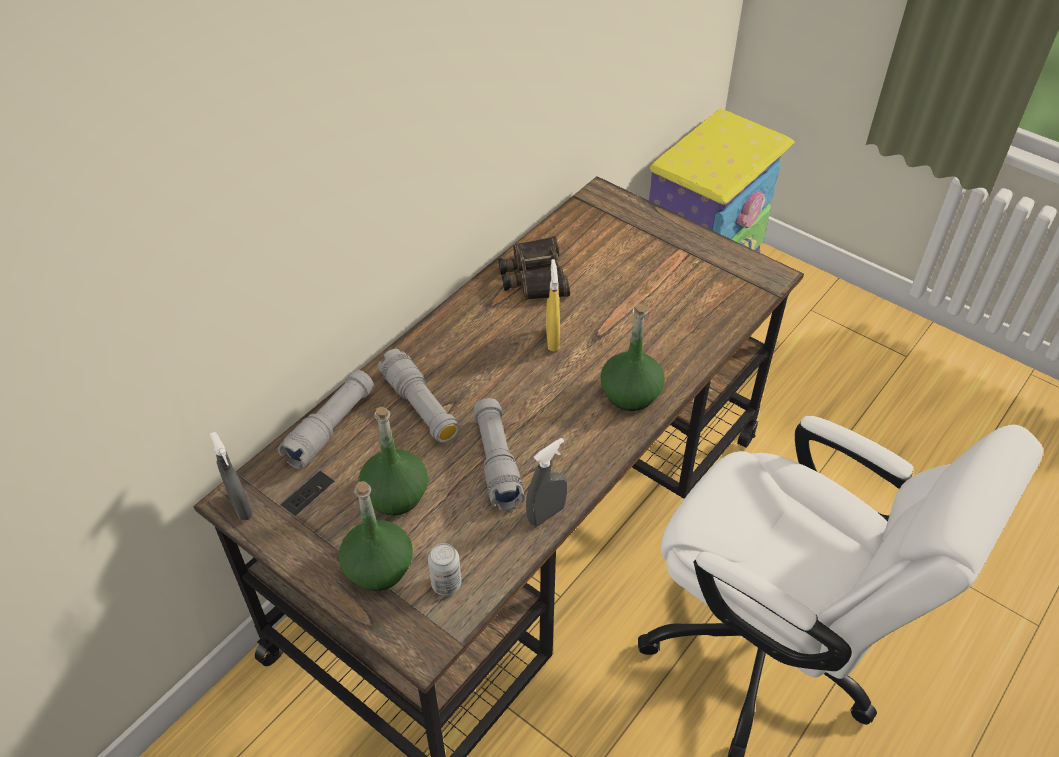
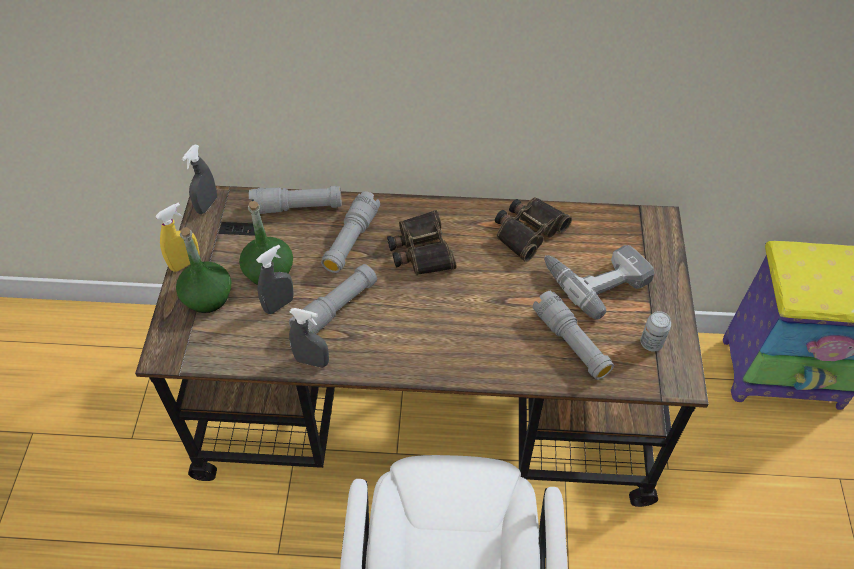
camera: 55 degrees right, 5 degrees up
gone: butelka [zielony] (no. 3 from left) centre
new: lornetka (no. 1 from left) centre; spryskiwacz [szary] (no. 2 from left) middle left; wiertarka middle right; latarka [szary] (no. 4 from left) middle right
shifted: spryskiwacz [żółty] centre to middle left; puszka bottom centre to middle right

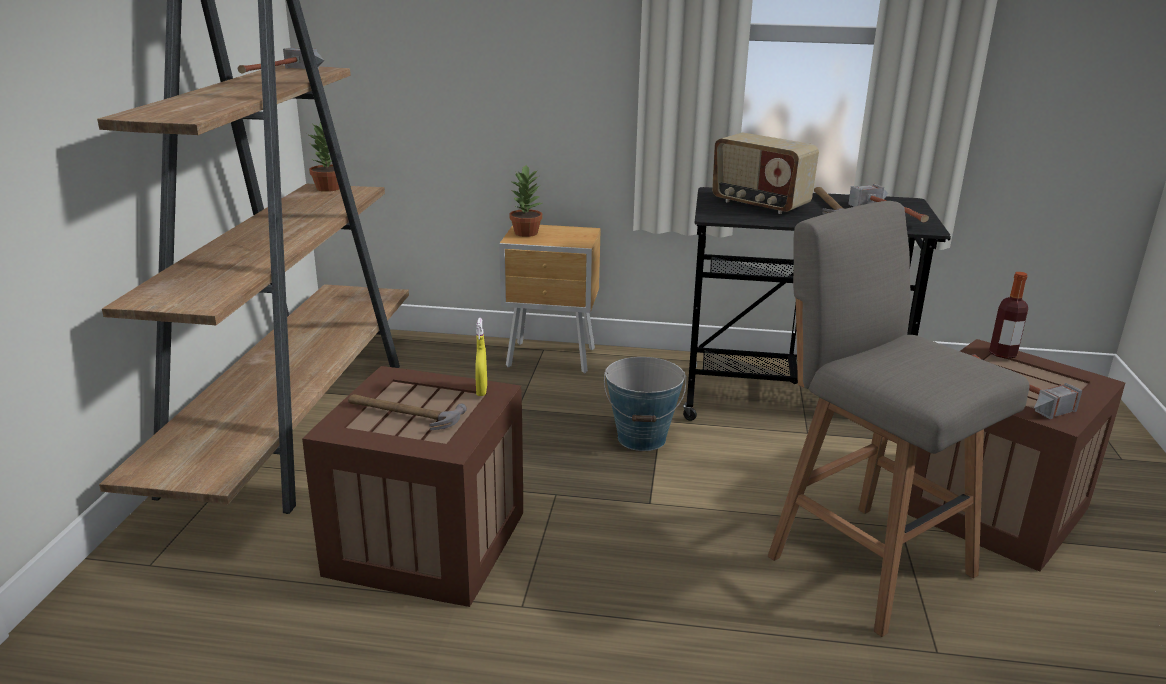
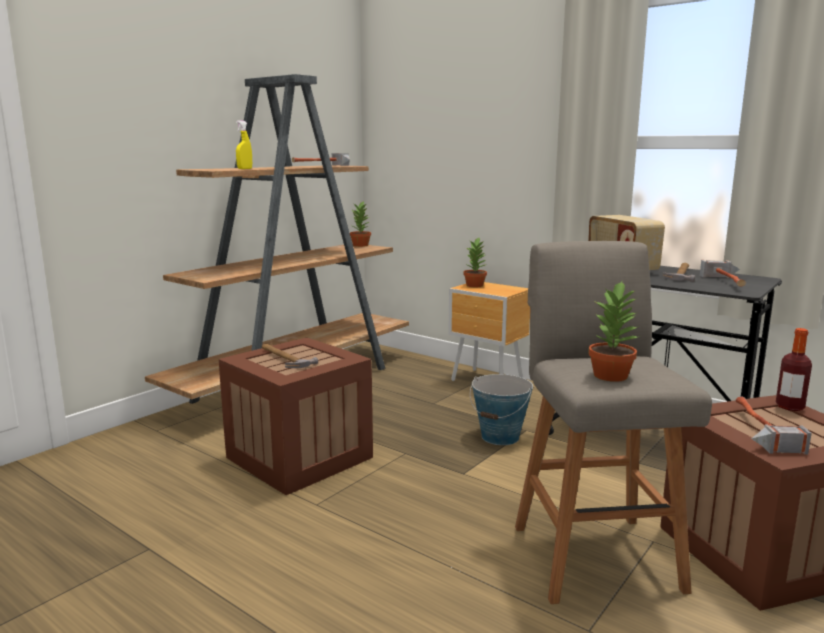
camera: 30 degrees right, 10 degrees down
new: roślina doniczkowa (no. 3 from left) middle right
shifted: spryskiwacz [żółty] centre to top left

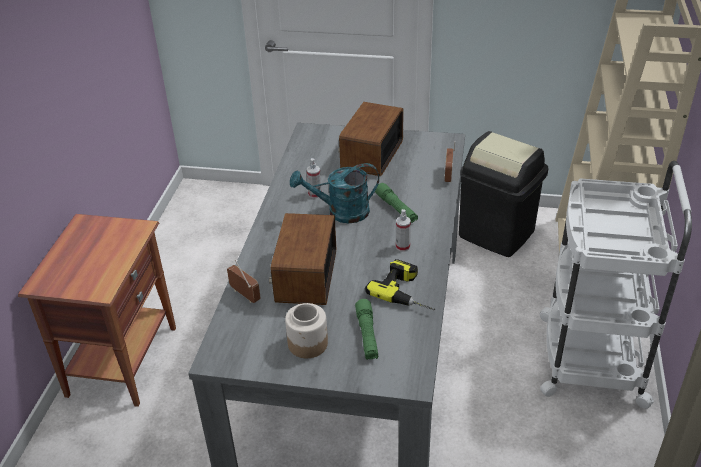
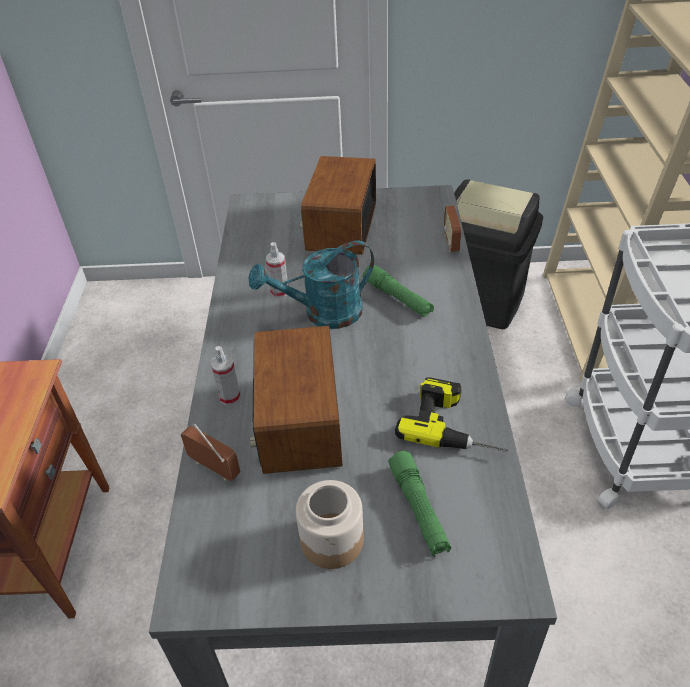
camera: 10 degrees left, 5 degrees up
shifted: spryskiwacz (no. 2 from left in the first image) centre to spryskiwacz (no. 1 from left) middle left

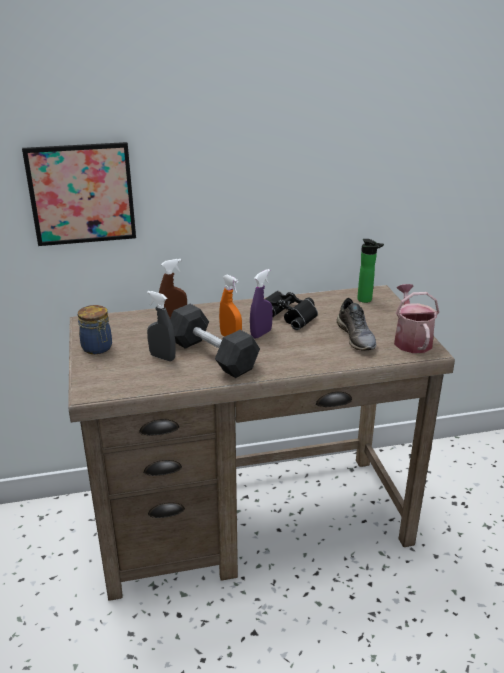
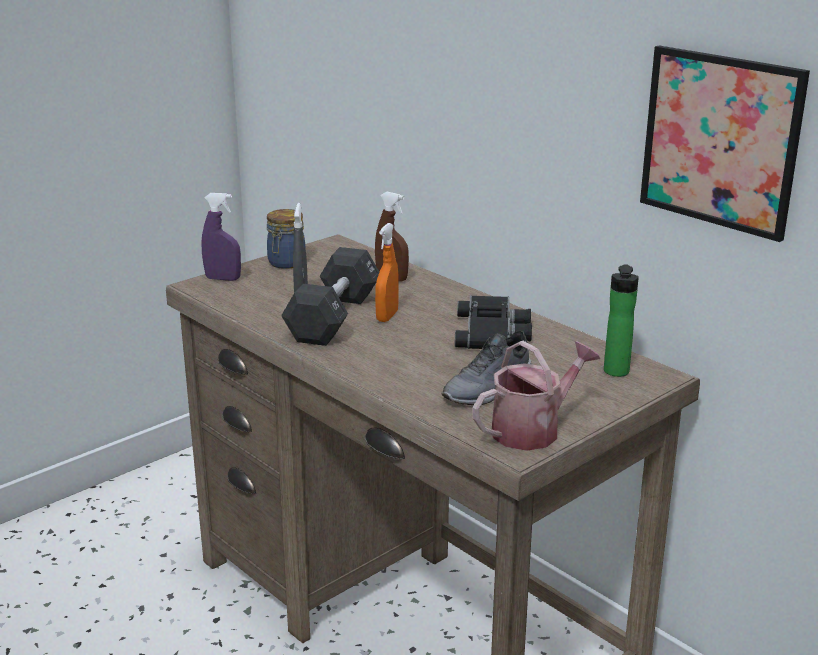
camera: 60 degrees right, 5 degrees down
shifted: obraz top left to top right; spryskiwacz [fioletowy] centre to middle left

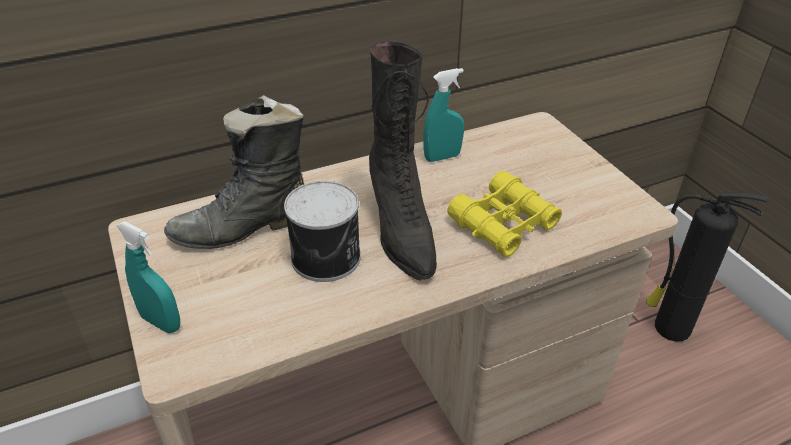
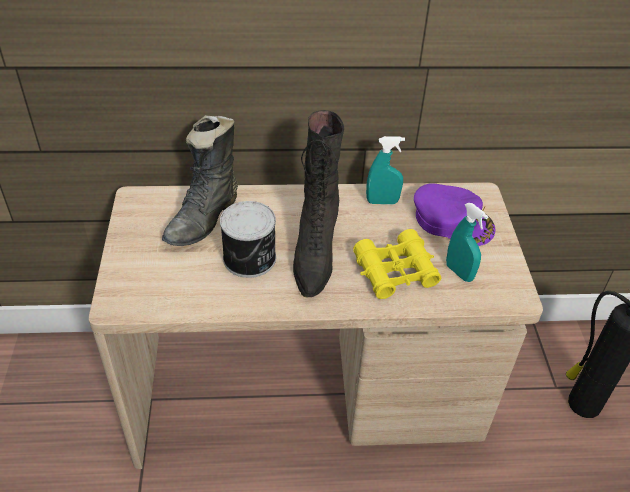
camera: 20 degrees right, 5 degrees up
new: czapka z daszkiem [fioletowy] middle right
shifted: spryskiwacz [turkusowy] (no. 1 from left in the first image) middle left to spryskiwacz [turkusowy] (no. 2 from left) middle right
rotated: but z cholewką [czarny] (no. 1 from left) middle left = middle left 60 degrees counterclockwise

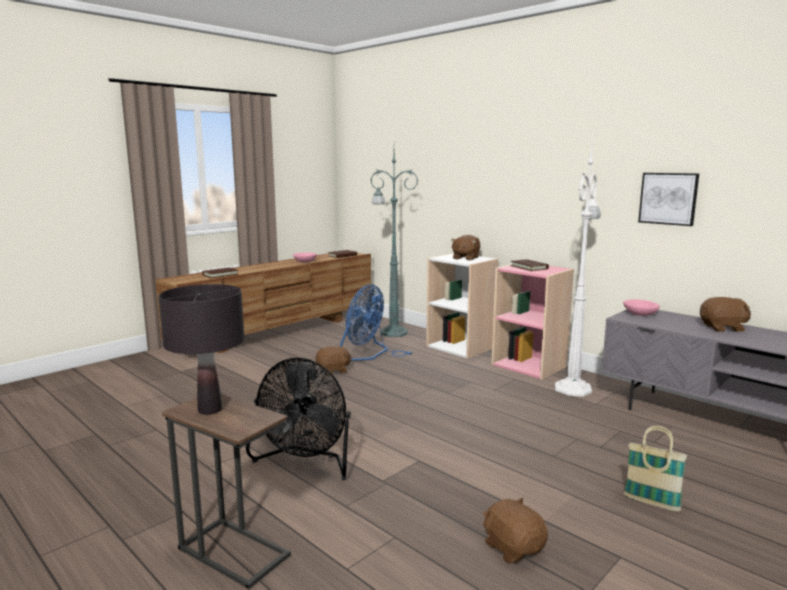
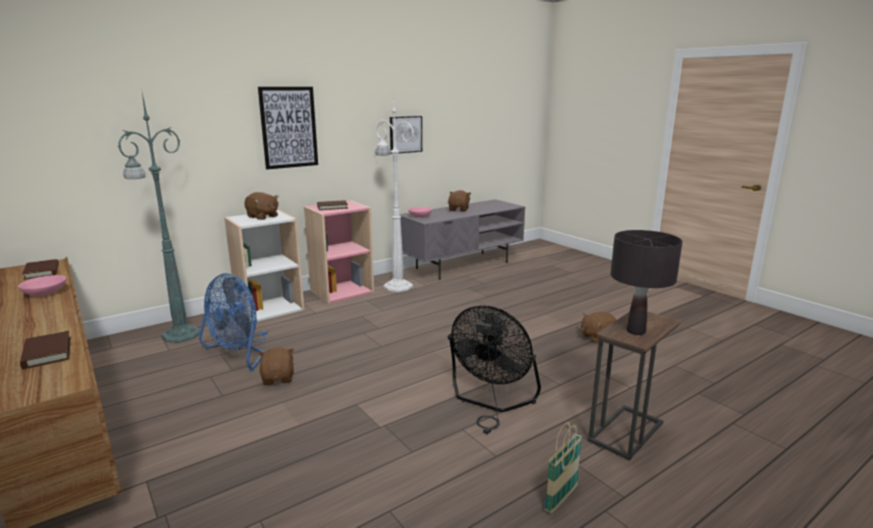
camera: 80 degrees left, 5 degrees up
new: obraz (no. 1 from left) top left
shifted: koszyk bottom right to bottom centre
rotated: wentylator [czarny] bottom centre = bottom centre 90 degrees counterclockwise

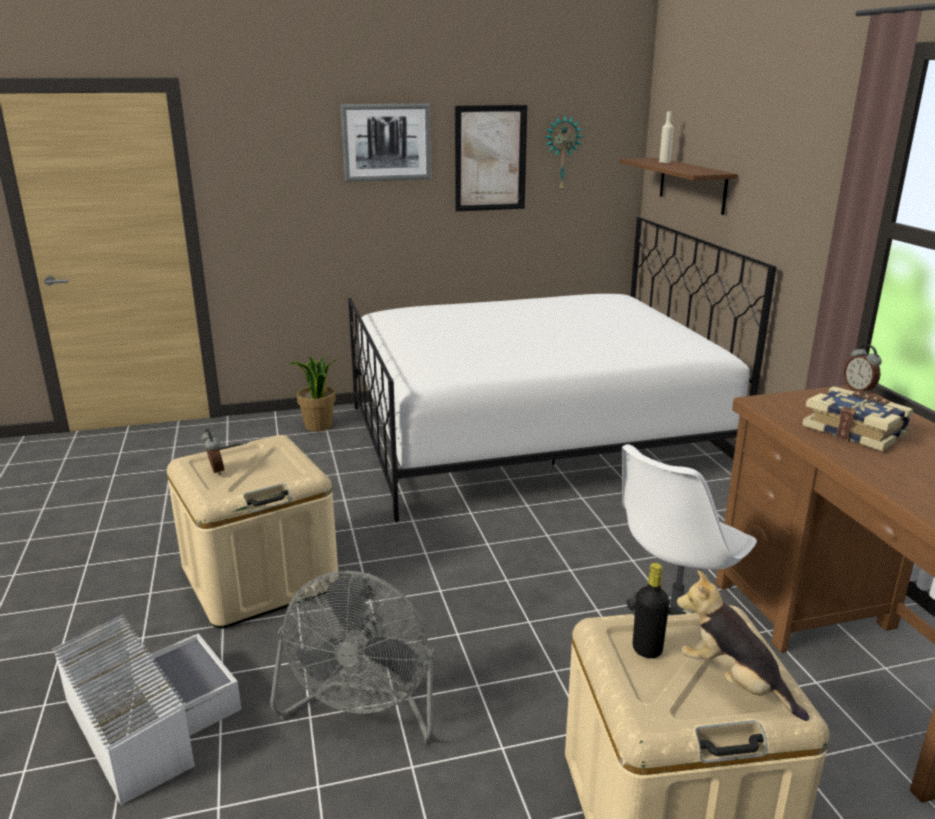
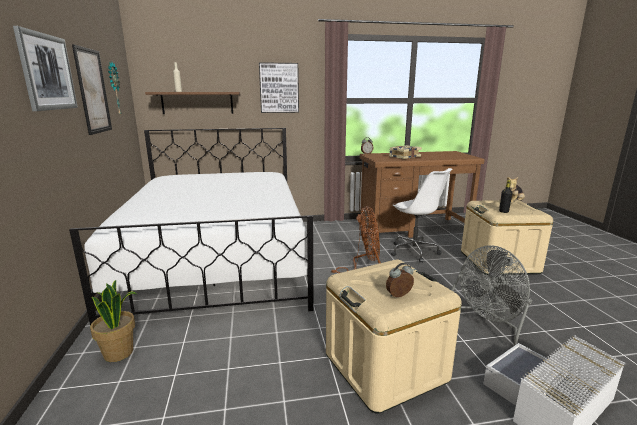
camera: 85 degrees left, 5 degrees down
new: obraz (no. 3 from left) top centre; wentylator [brązowy] centre
rotated: wentylator [szary] bottom centre = bottom right 135 degrees clockwise

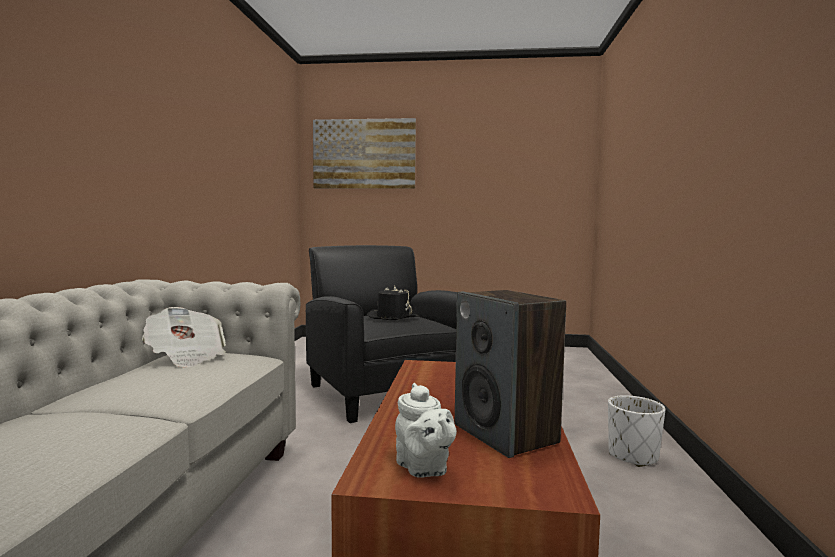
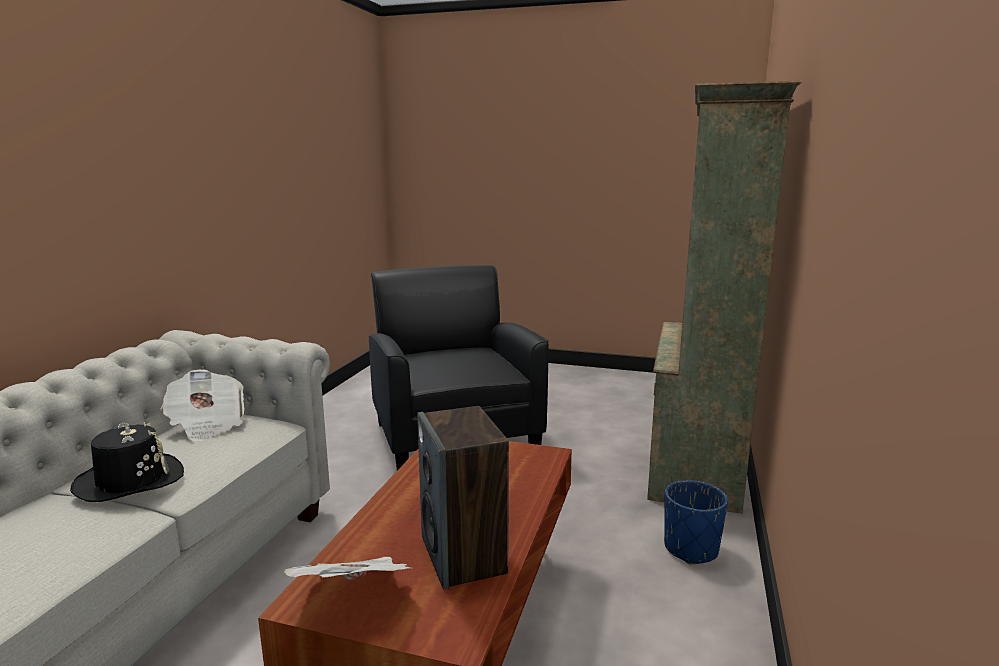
camera: 10 degrees right, 10 degrees up
gone: obraz top centre
new: regał [zielony] middle right
shifted: kapelusz [czarny] centre to bottom left
swapped: imbryk [biały] bottom centre to gazeta (no. 2 from left) bottom centre
repainted: donica [biały] bottom right to donica [niebieski] bottom right

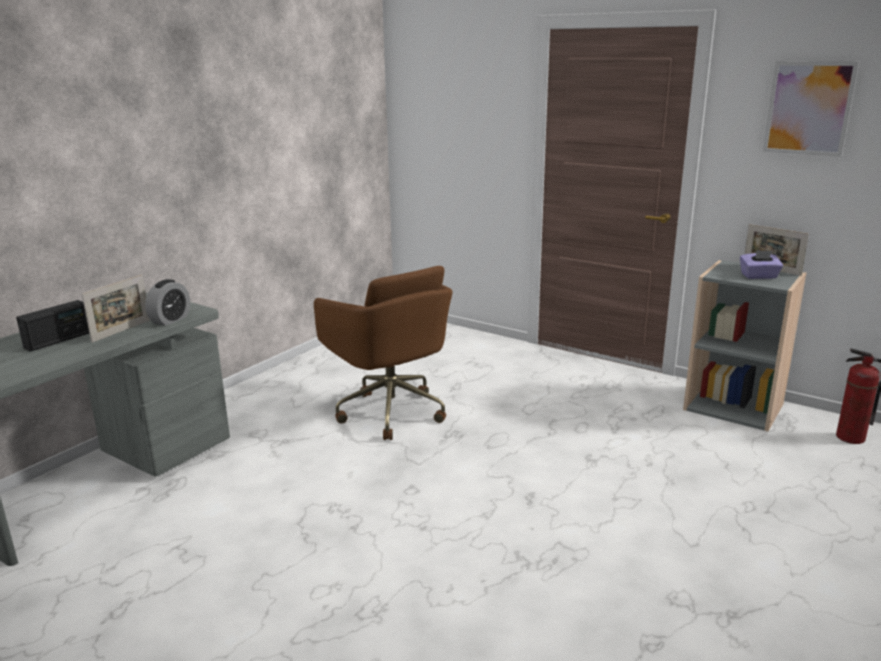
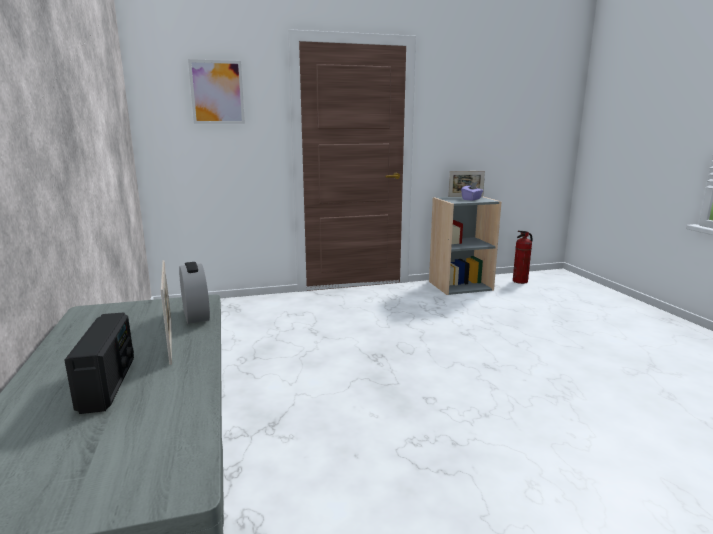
camera: 50 degrees left, 5 degrees down
gone: krzesło biurowe [brązowy] centre
shifted: obraz top right to top left

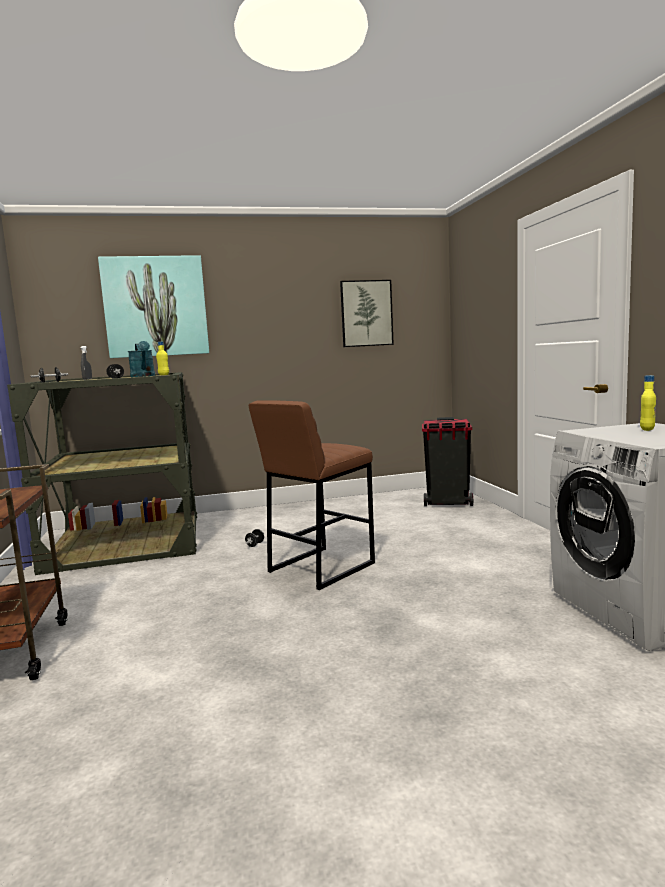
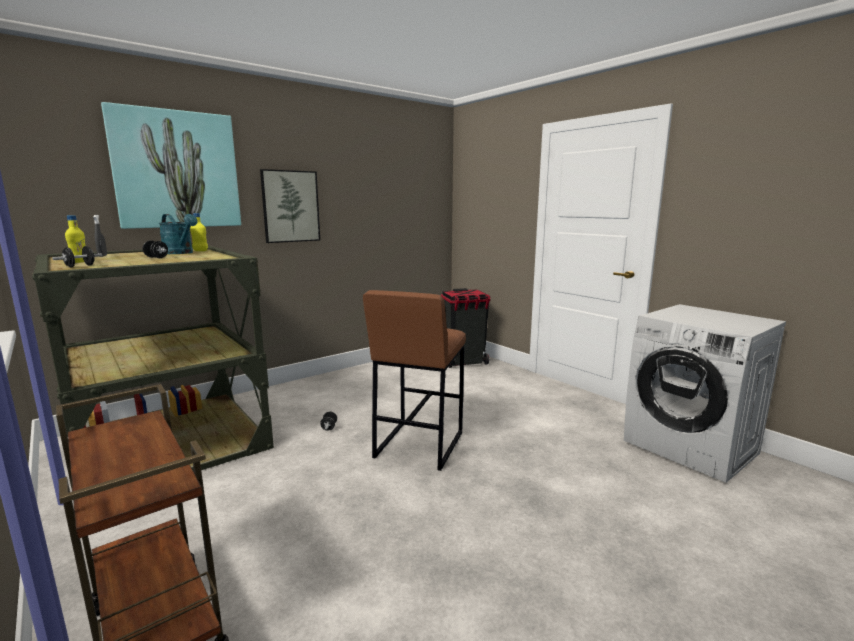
camera: 25 degrees left, 5 degrees up
shifted: obraz (no. 2 from left) centre to top centre; butelka [żółty] (no. 2 from left in the first image) middle right to butelka [żółty] (no. 1 from left) middle left

